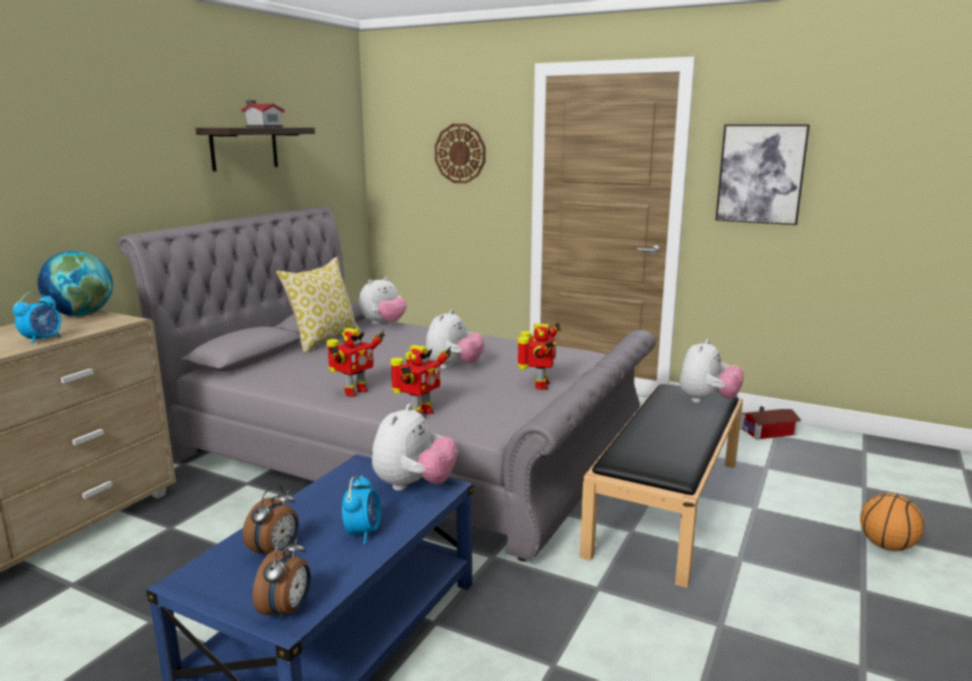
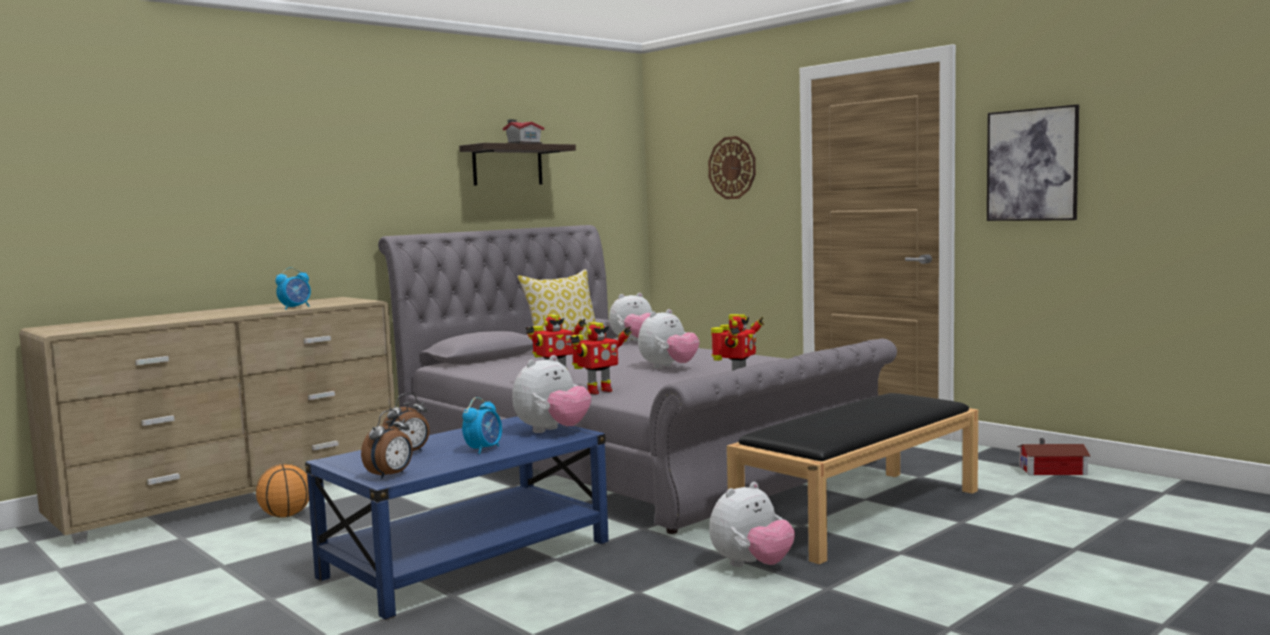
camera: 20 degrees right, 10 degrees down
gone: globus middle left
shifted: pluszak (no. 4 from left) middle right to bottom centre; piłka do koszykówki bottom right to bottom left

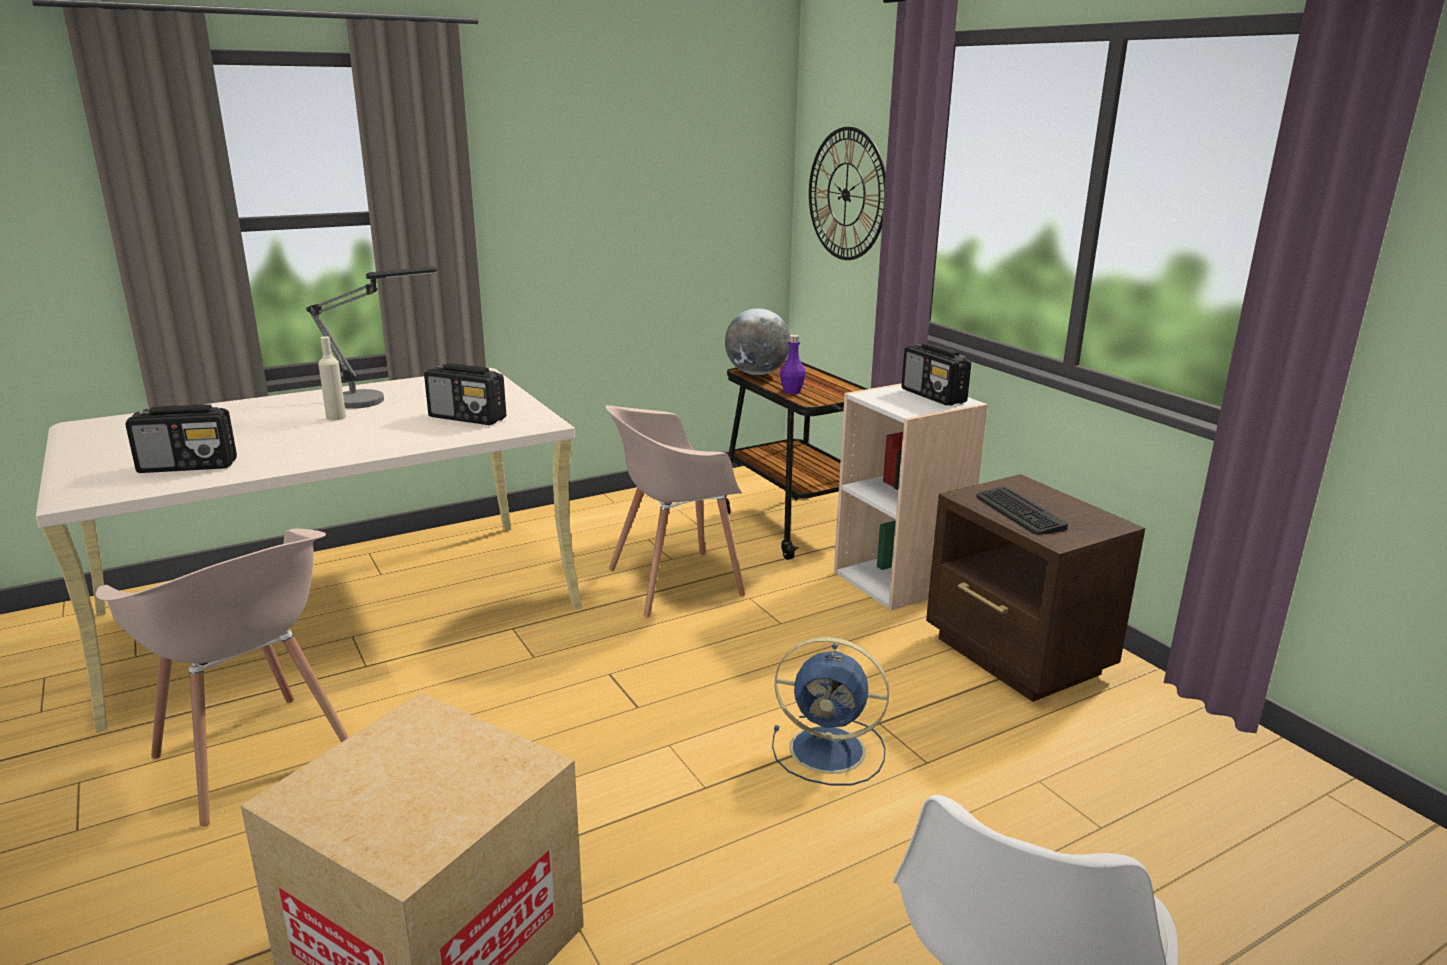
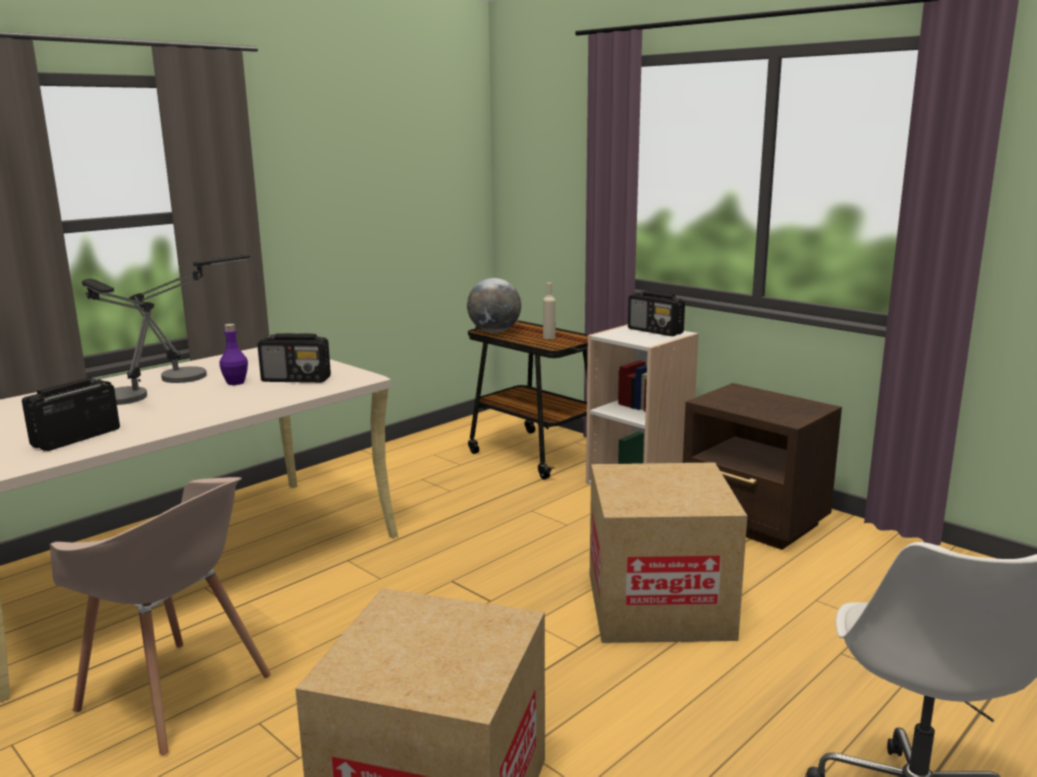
camera: 15 degrees left, 5 degrees down
gone: zegar ścienny top centre; krzesło [beżowy] (no. 2 from left) centre; klawiatura middle right
new: lampa stołowa (no. 1 from left) middle left
shifted: butelka [fioletowy] centre to middle left; butelka [beżowy] middle left to centre
swapped: wentylator [niebieski] bottom centre to karton (no. 2 from left) bottom centre
rotated: radio (no. 1 from left) middle left = middle left 150 degrees clockwise

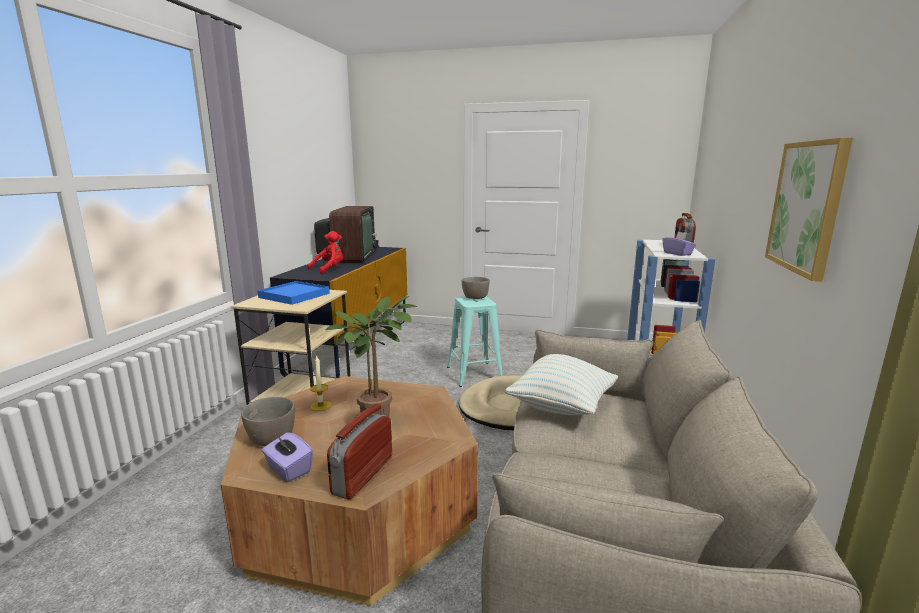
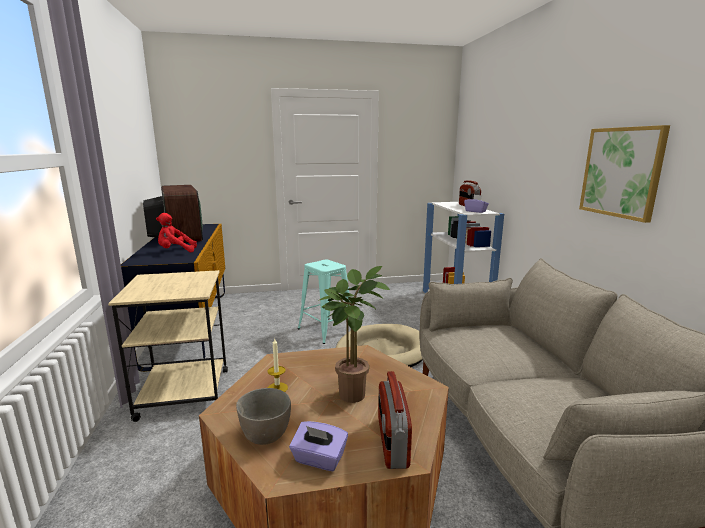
camera: 25 degrees left, 0 degrees up
gone: miska [szary] (no. 2 from left) centre; taca [niebieski] middle left; poduszka centre
rotated: pluszak [czerwony] centre = middle left 120 degrees counterclockwise

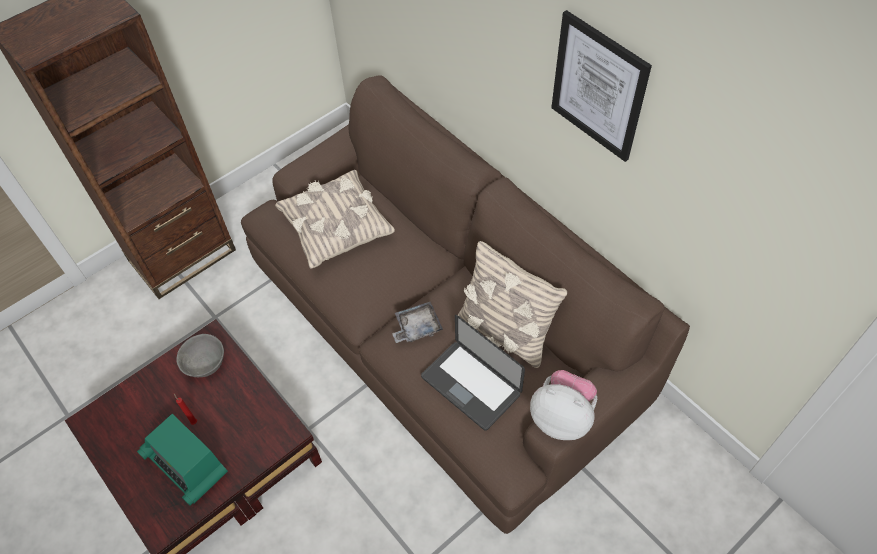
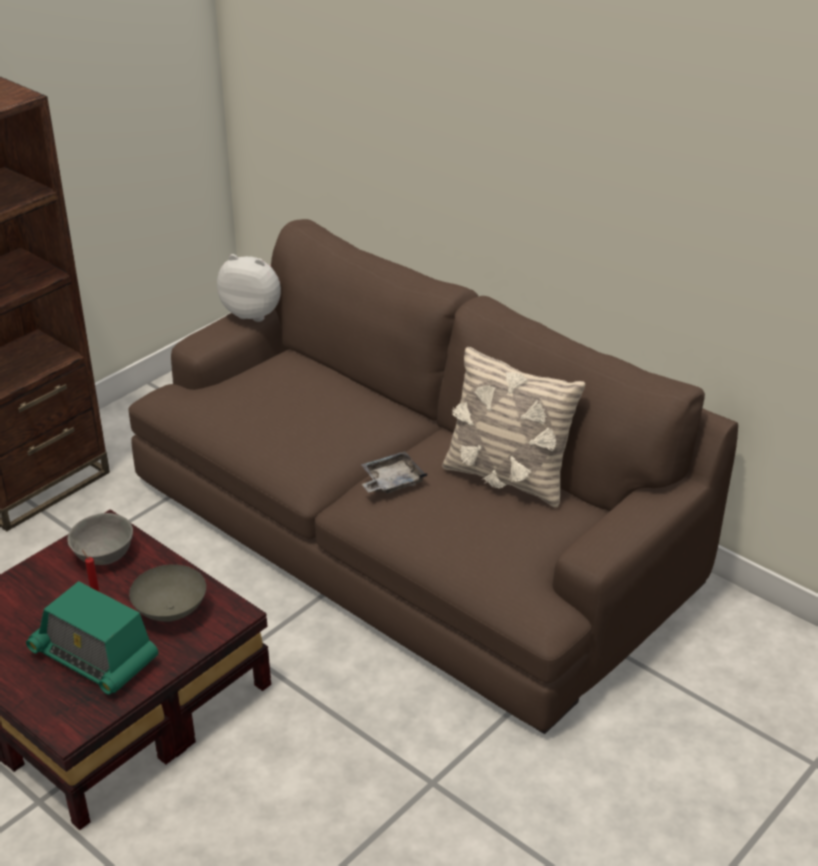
camera: 10 degrees left, 20 degrees down
gone: obraz top right; poduszka [beżowy] (no. 1 from left) centre; laptop bottom centre
new: miska [szary] (no. 2 from left) bottom left
shifted: pluszak bottom centre to top left

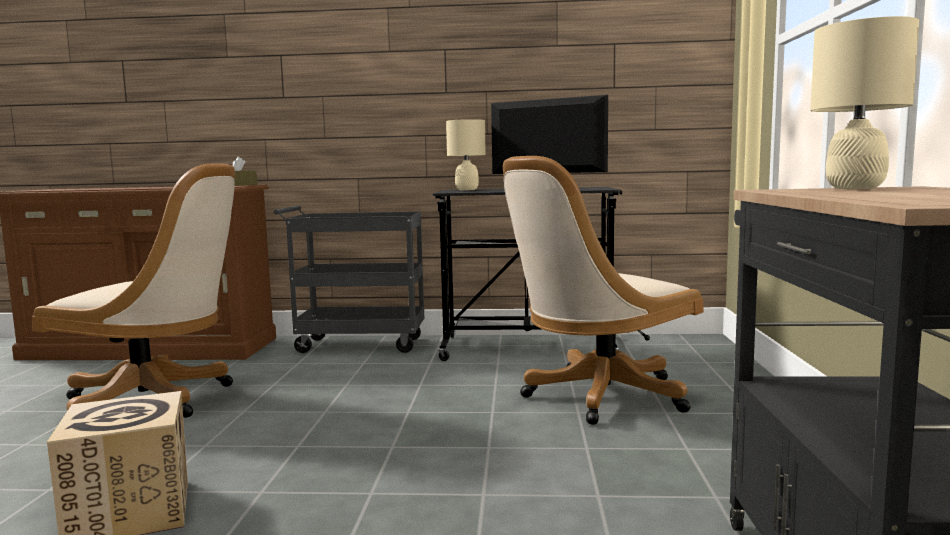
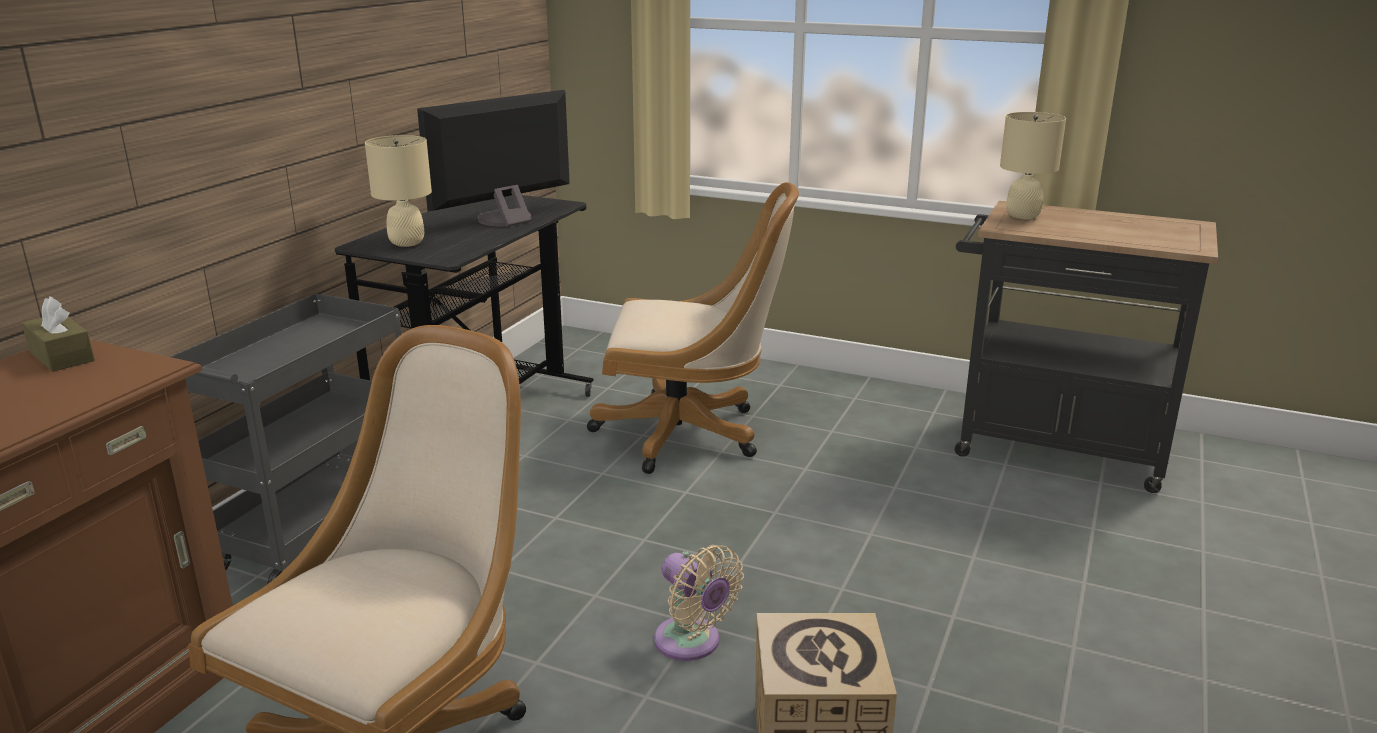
camera: 70 degrees left, 15 degrees up
new: wentylator [beżowy] bottom centre
rotated: krzesło biurowe (no. 2 from left) centre = centre 75 degrees counterclockwise

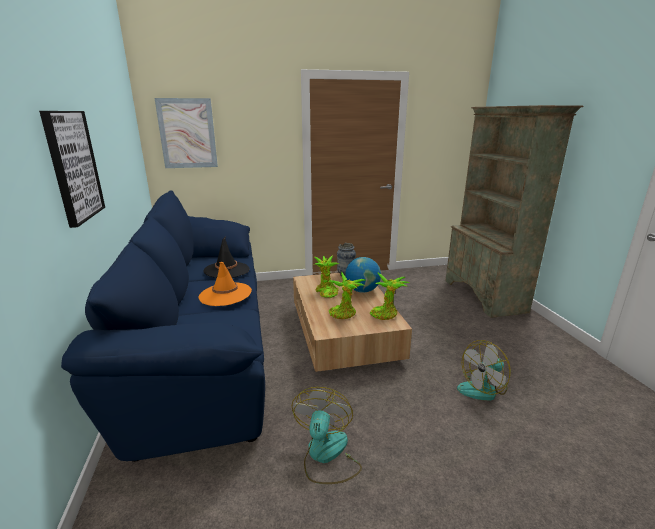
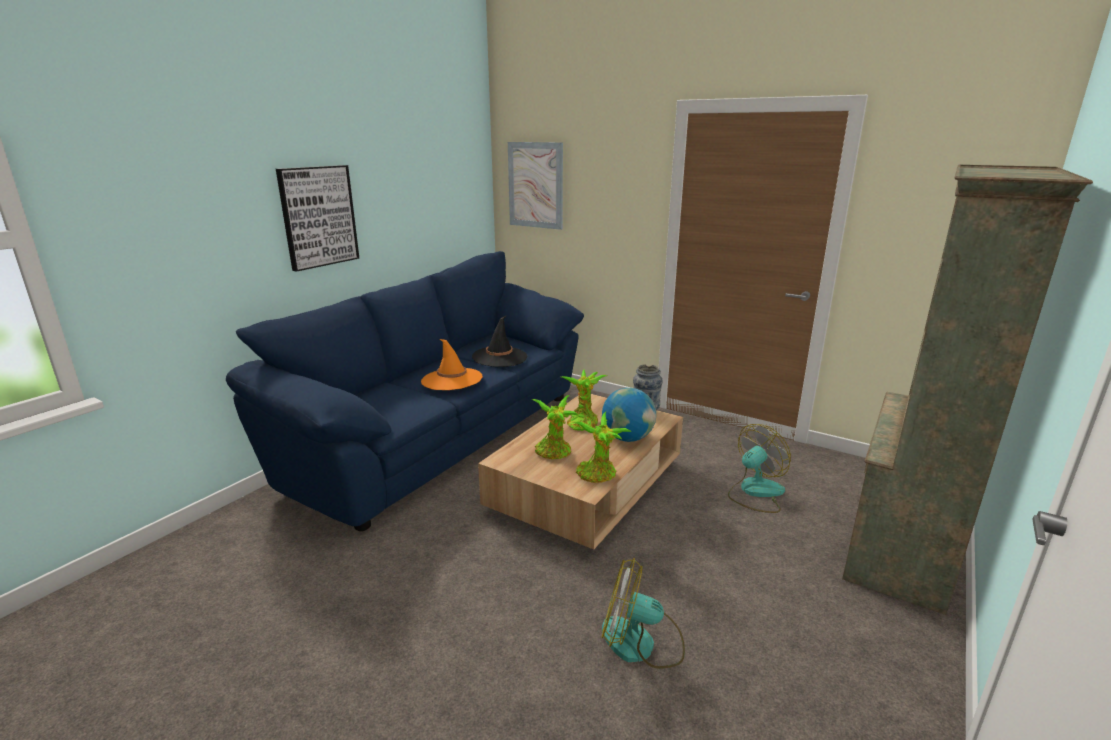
camera: 45 degrees right, 0 degrees up
shifted: wentylator (no. 1 from left in the first image) bottom centre to wentylator (no. 2 from left) middle right

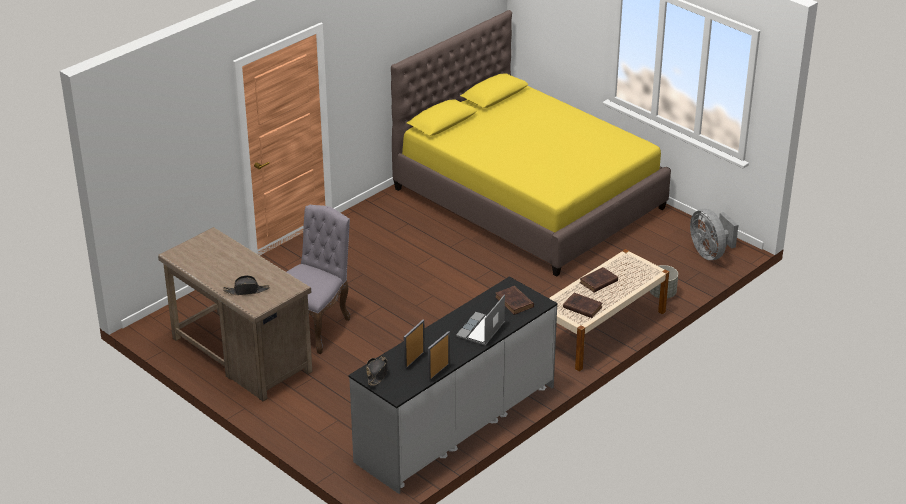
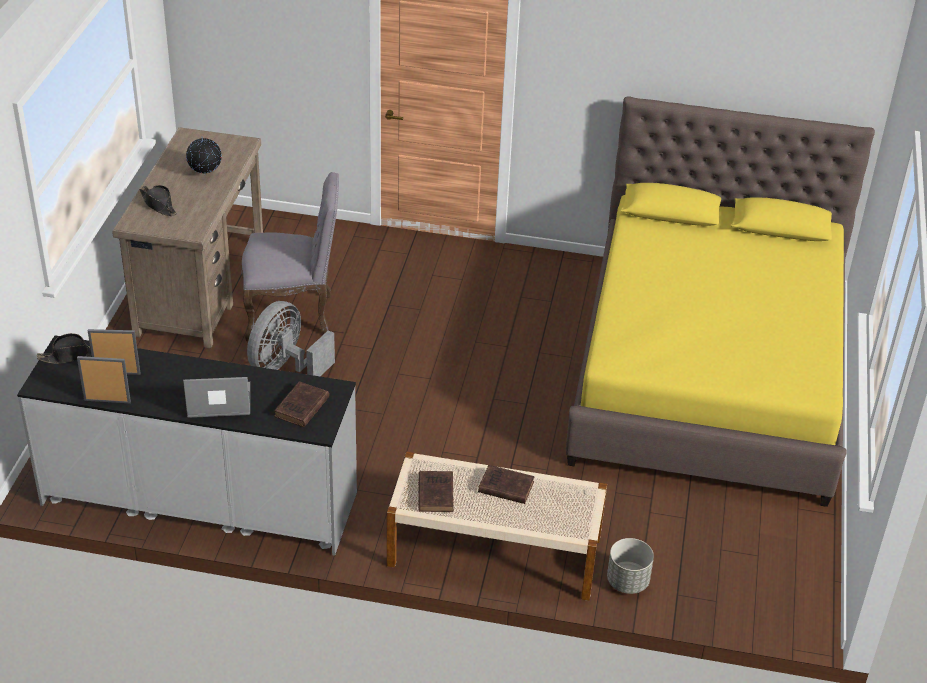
camera: 55 degrees right, 5 degrees up
new: globus top left
shifted: wentylator [szary] middle right to middle left

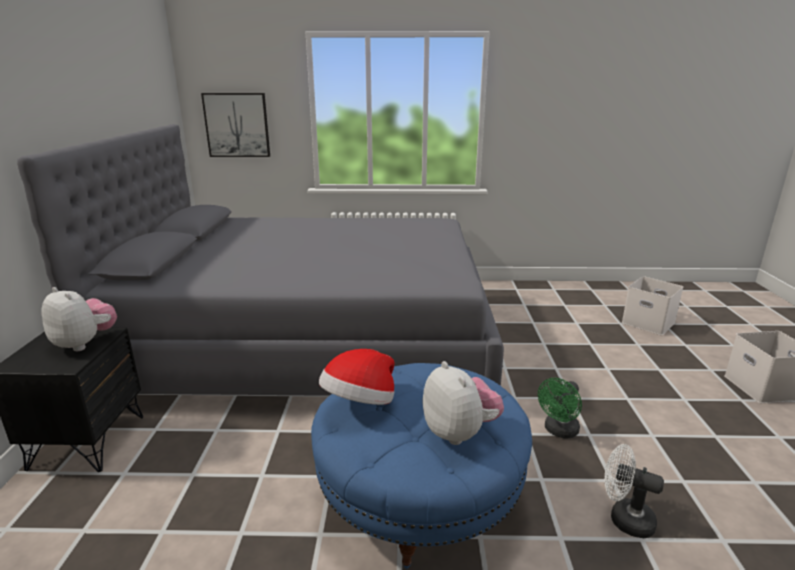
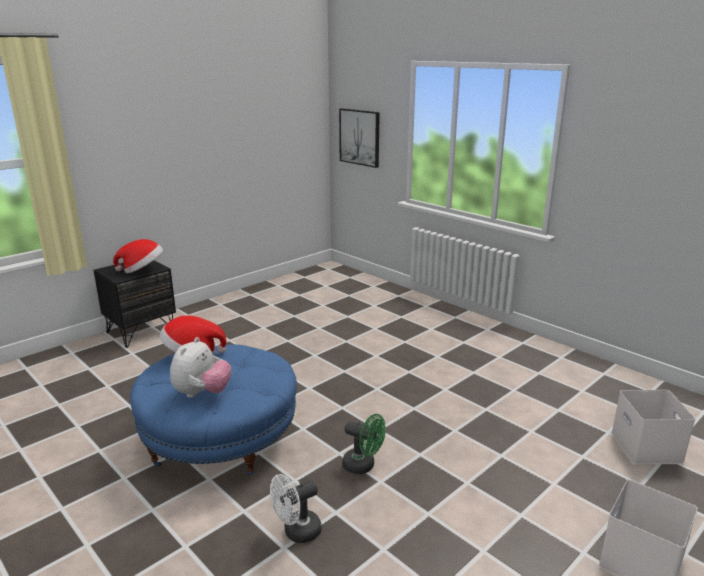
camera: 45 degrees right, 0 degrees up
gone: łóżko [szary] middle left
swapped: pluszak (no. 1 from left) middle left to kapelusz (no. 1 from left) middle left
rotated: wentylator [zielony] bottom right = bottom centre 150 degrees counterclockwise; wentylator [biały] bottom right = bottom centre 105 degrees counterclockwise

